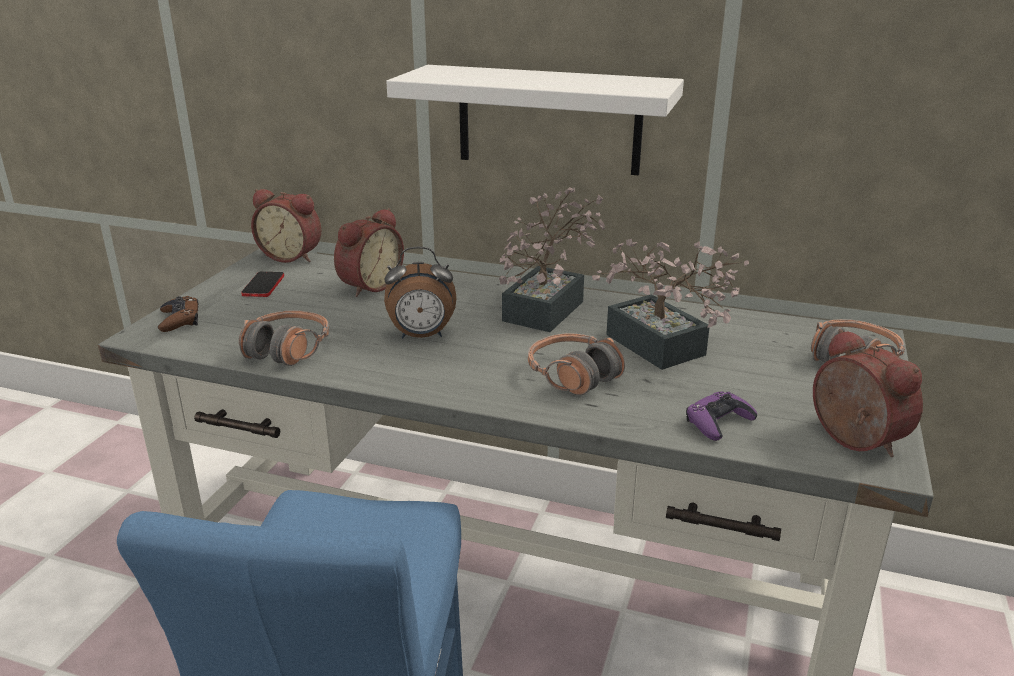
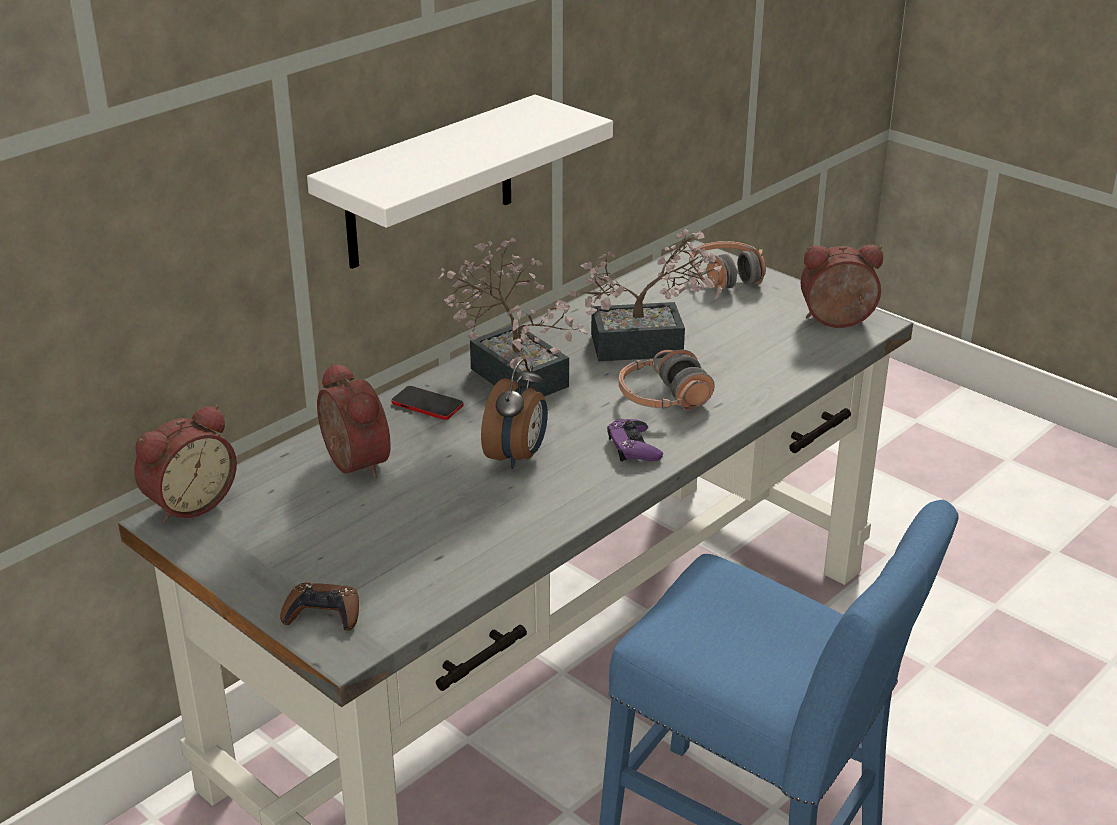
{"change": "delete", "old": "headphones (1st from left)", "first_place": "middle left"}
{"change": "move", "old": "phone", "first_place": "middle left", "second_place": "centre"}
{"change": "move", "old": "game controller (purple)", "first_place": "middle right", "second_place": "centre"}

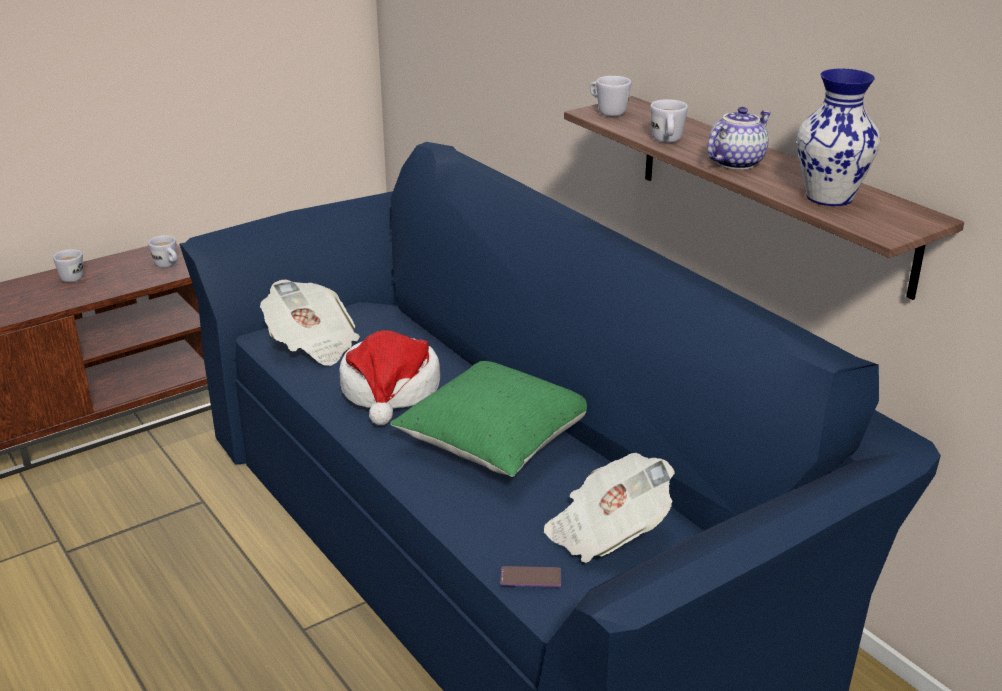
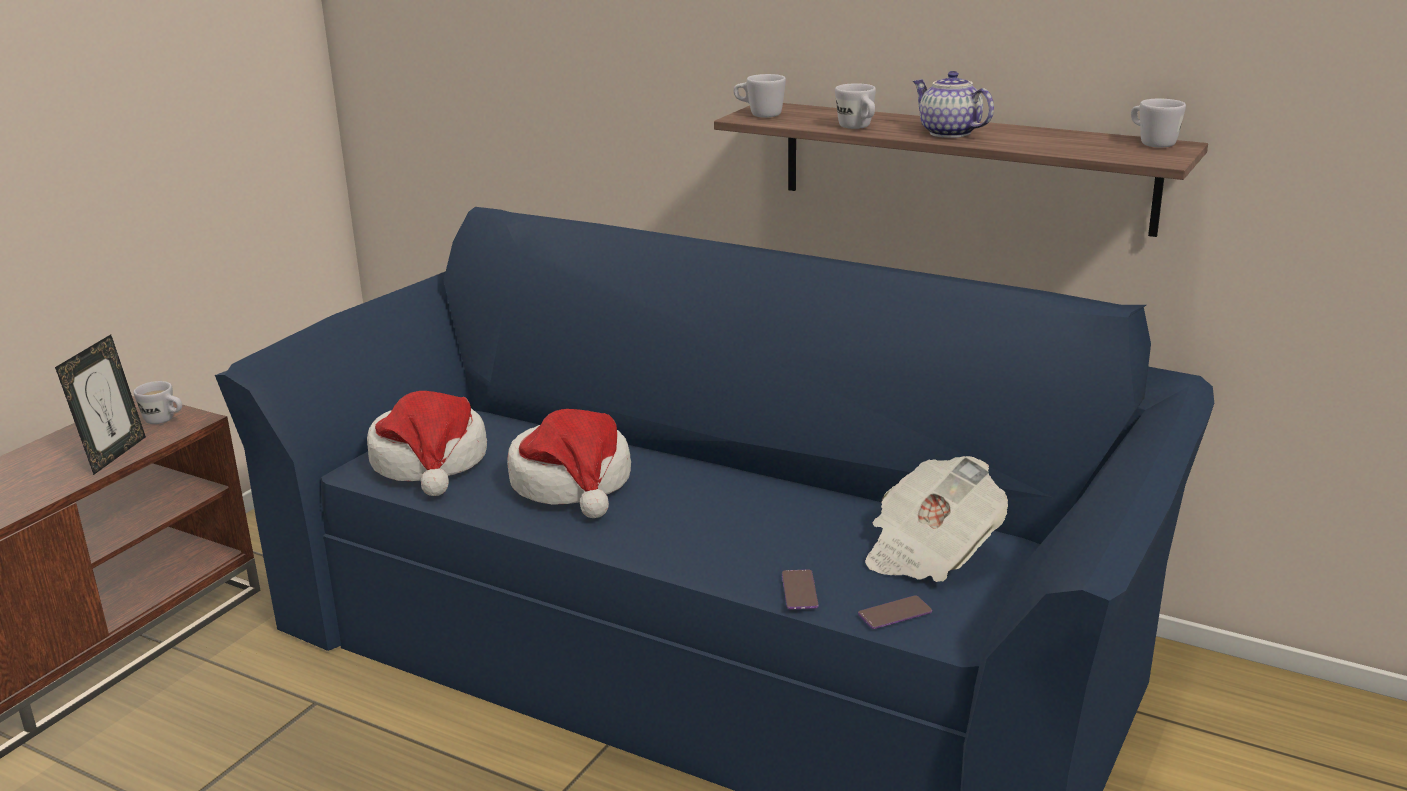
{"change": "delete", "old": "pillow (green)", "first_place": "centre"}
{"change": "delete", "old": "vase", "first_place": "top right"}
{"change": "insert", "new": "picture frame", "second_place": "middle left"}
{"change": "insert", "new": "phone (1st from left)", "second_place": "bottom centre"}
{"change": "move", "old": "mug (white) (1st from left in the first image)", "new": "mug (white) (4th from left)", "first_place": "middle left", "second_place": "top right"}
{"change": "replace", "old": "newspaper (1st from left)", "new": "hat (1st from left)", "first_place": "middle left", "second_place": "middle left"}
{"change": "rotate", "old": "teapot", "first_place": "top right", "second_place": "top right", "degrees": -60}

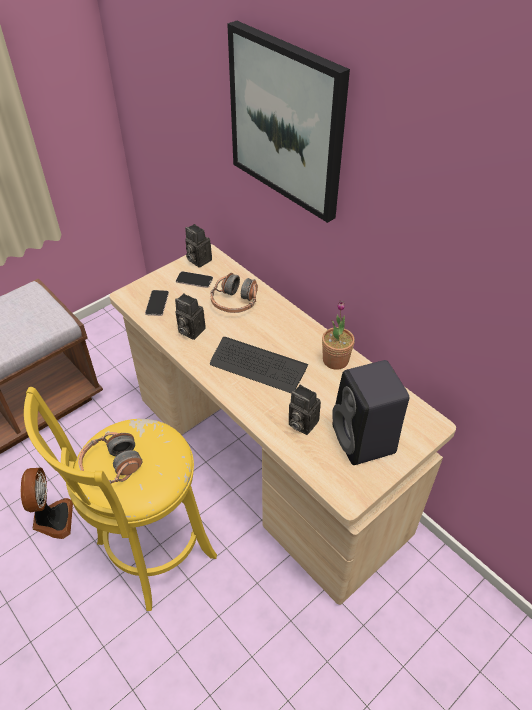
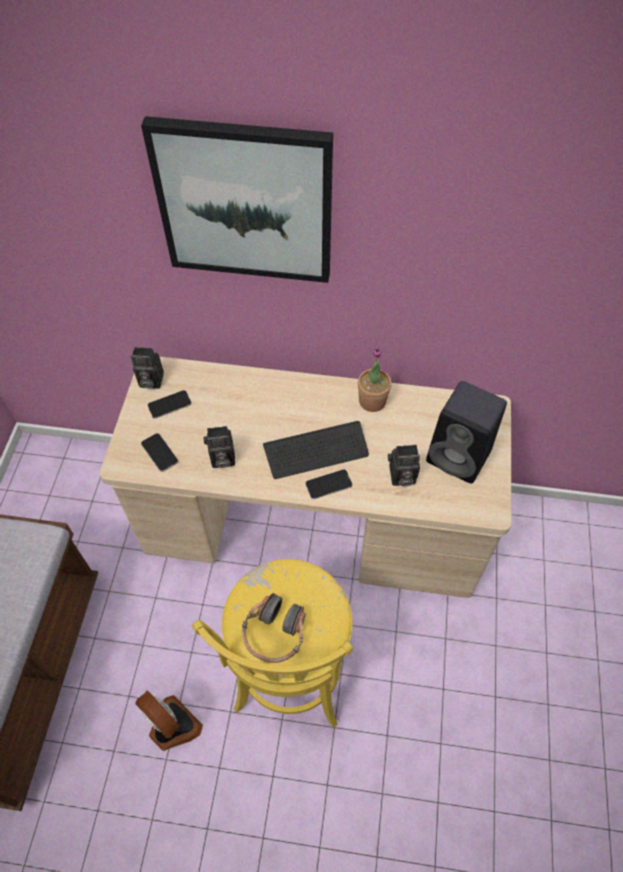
{"change": "delete", "old": "headphones (2nd from left)", "first_place": "centre"}
{"change": "insert", "new": "phone (3rd from left)", "second_place": "centre"}

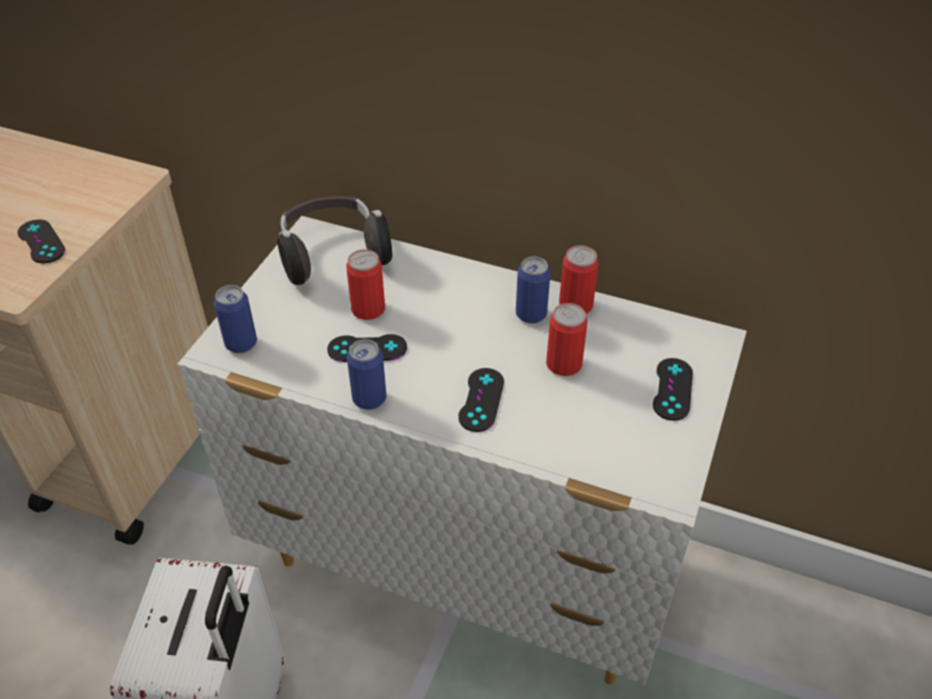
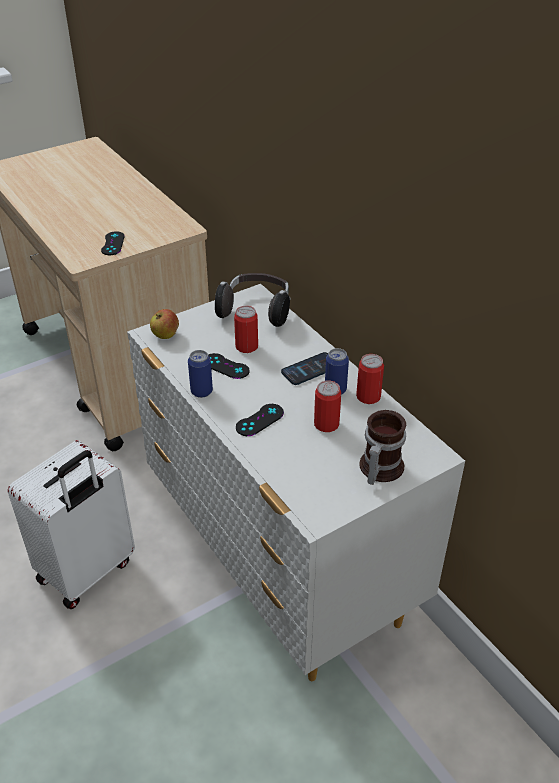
{"change": "insert", "new": "phone", "second_place": "centre"}
{"change": "replace", "old": "can (1st from left)", "new": "apple", "first_place": "middle left", "second_place": "middle left"}
{"change": "replace", "old": "game controller (black) (4th from left)", "new": "mug", "first_place": "middle right", "second_place": "middle right"}

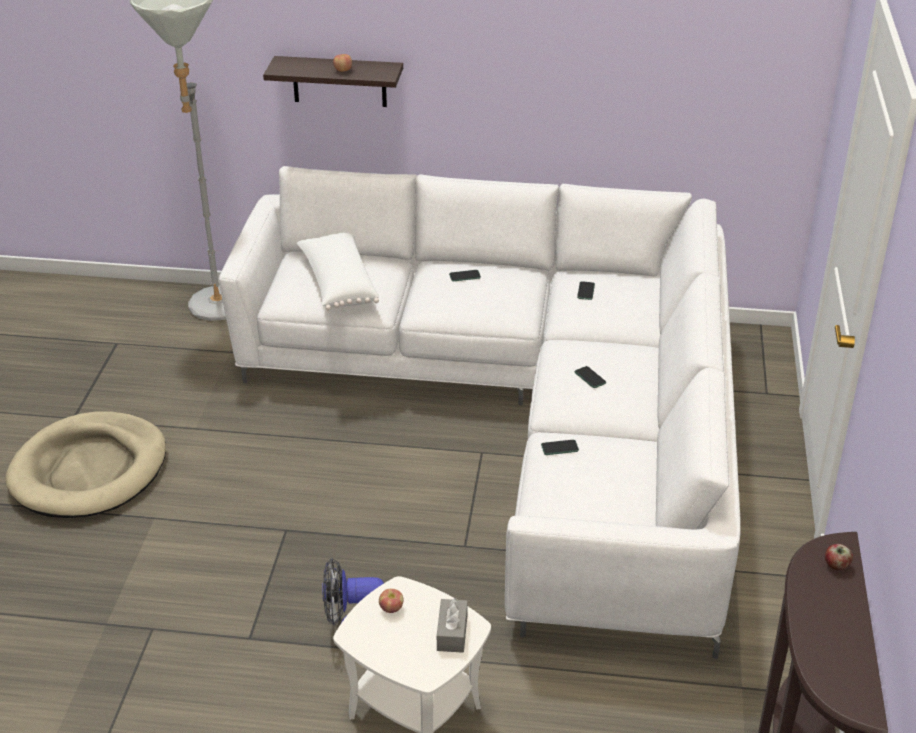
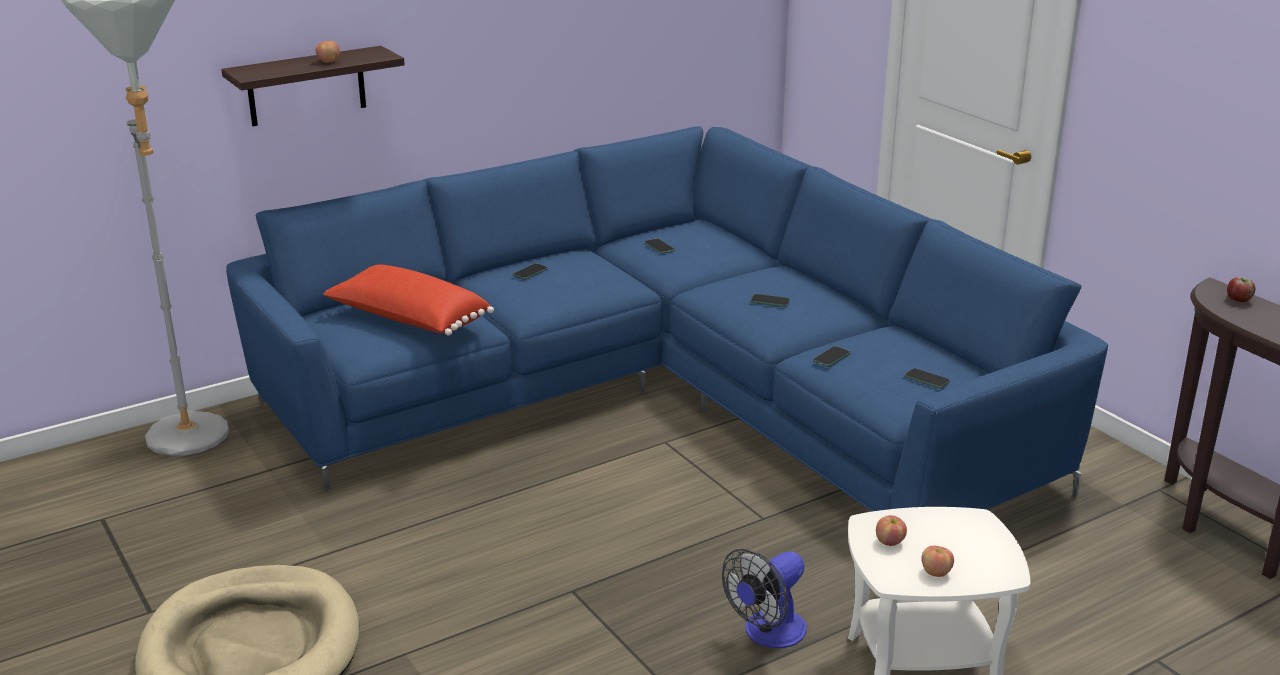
{"change": "delete", "old": "tissue box (grey)", "first_place": "bottom centre"}
{"change": "insert", "new": "phone (5th from left)", "second_place": "middle right"}
{"change": "insert", "new": "apple (3rd from left)", "second_place": "bottom right"}
{"change": "recolor", "old": "sofa (white)", "new": "sofa (blue)", "first_place": "centre", "second_place": "centre"}
{"change": "recolor", "old": "pillow (white)", "new": "pillow (red)", "first_place": "centre", "second_place": "middle left"}

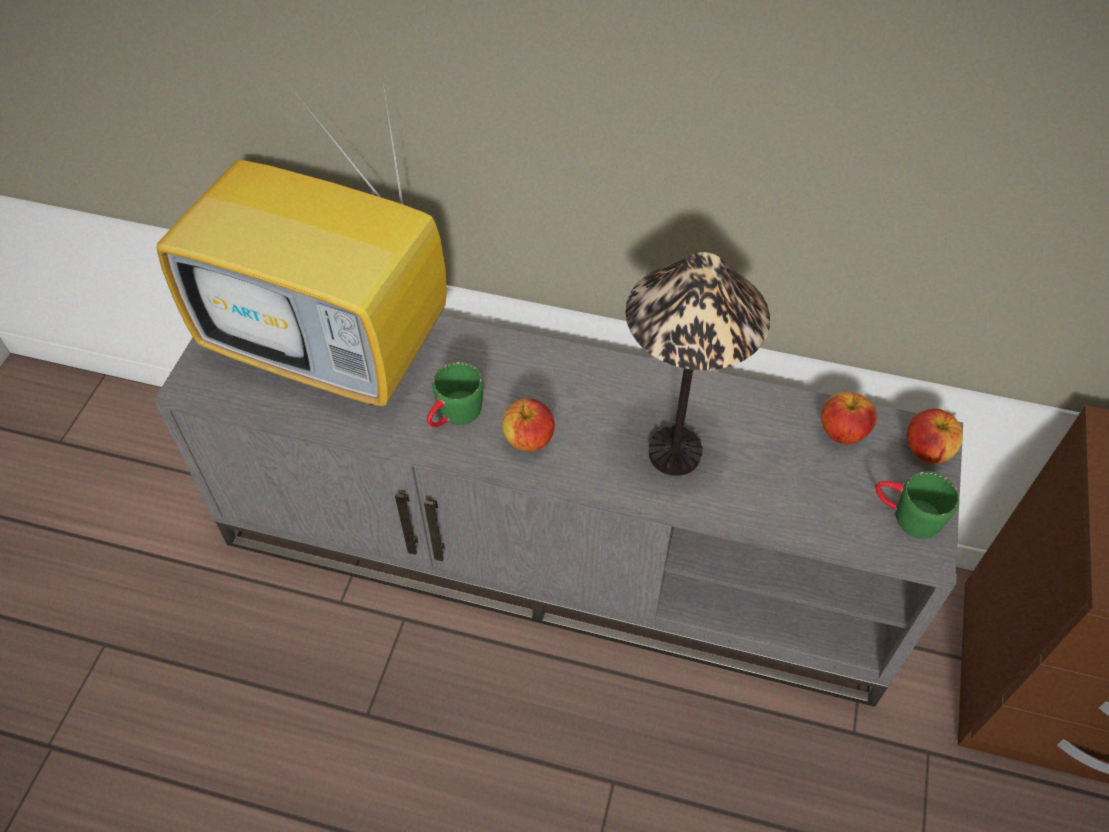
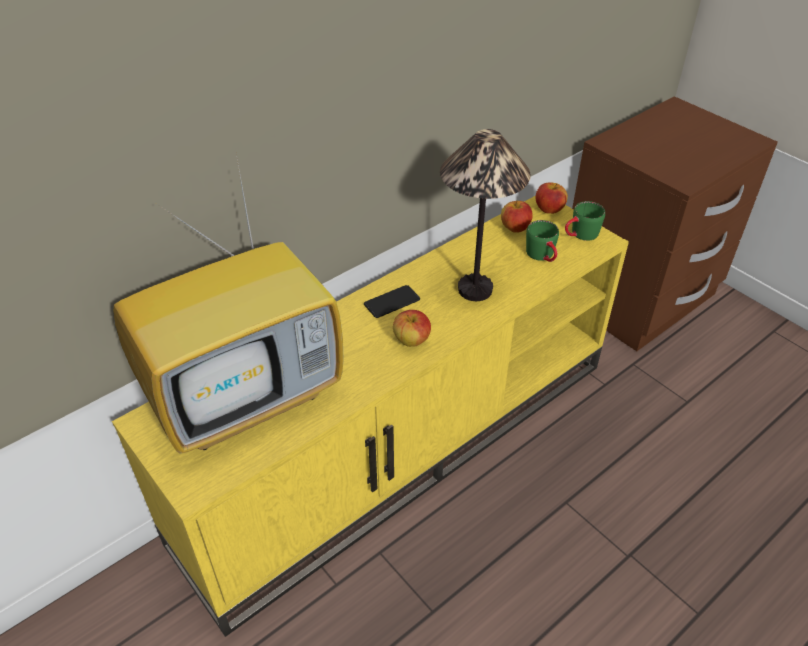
{"change": "insert", "new": "phone", "second_place": "centre"}
{"change": "move", "old": "mug (green) (1st from left)", "first_place": "centre", "second_place": "middle right"}
{"change": "recolor", "old": "tv stand (grey)", "new": "tv stand (yellow)", "first_place": "centre", "second_place": "centre"}

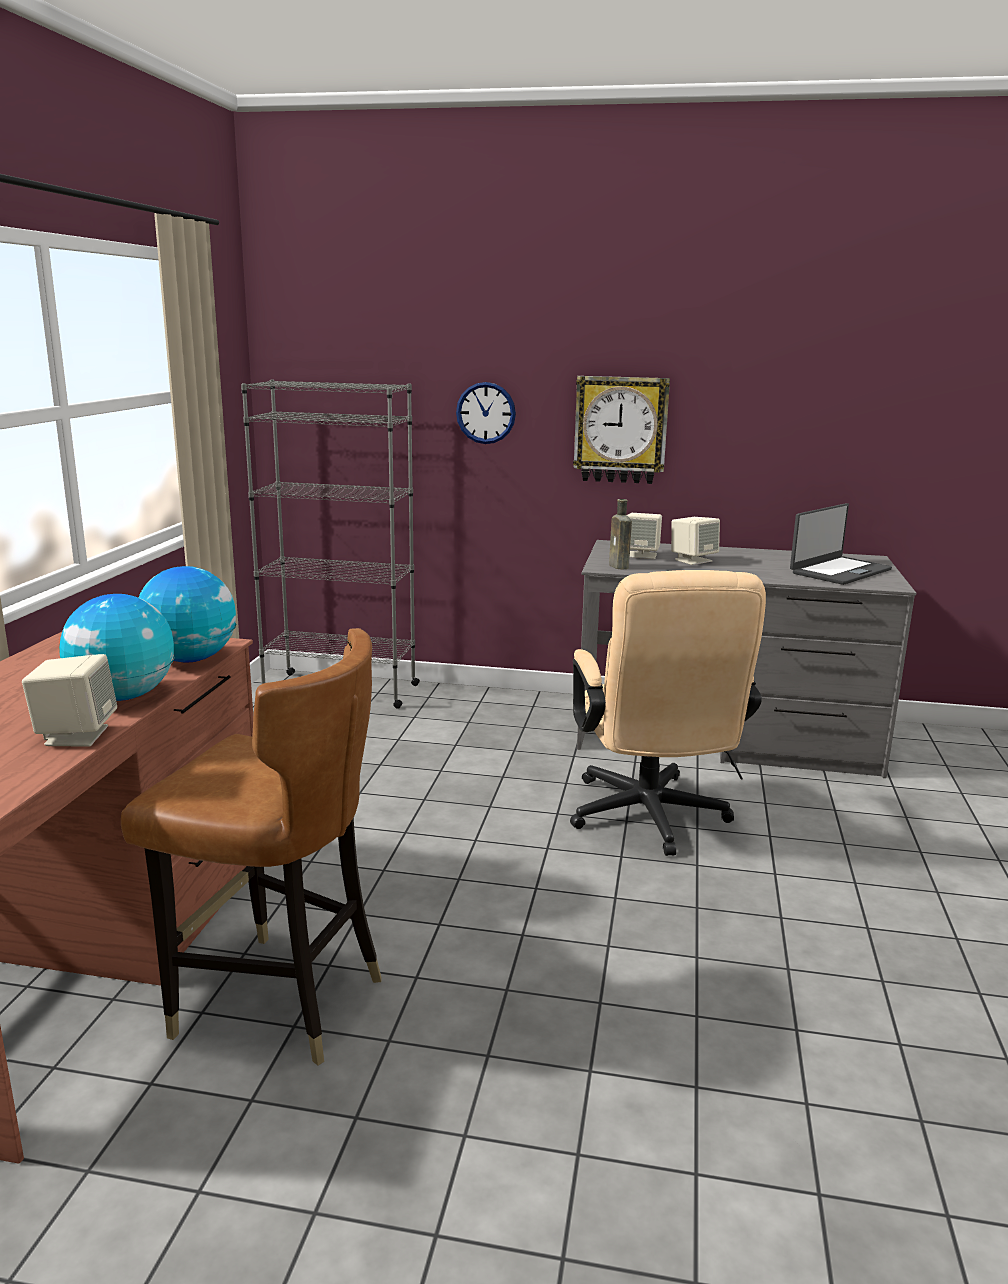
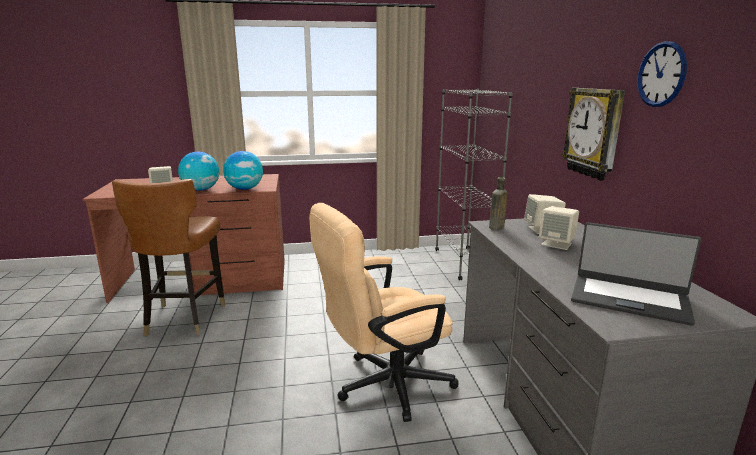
{"change": "move", "old": "wall clock (1st from left in the first image)", "new": "wall clock (2nd from left)", "first_place": "top centre", "second_place": "top right"}

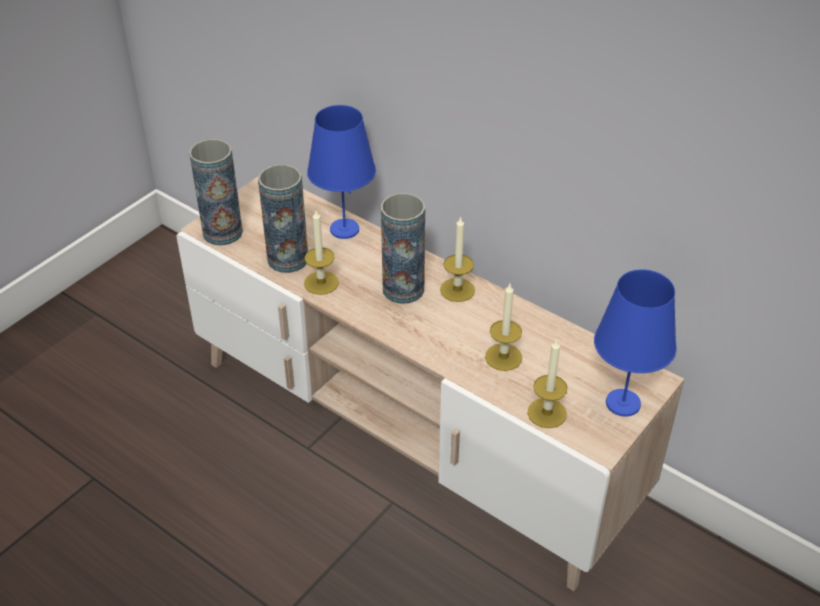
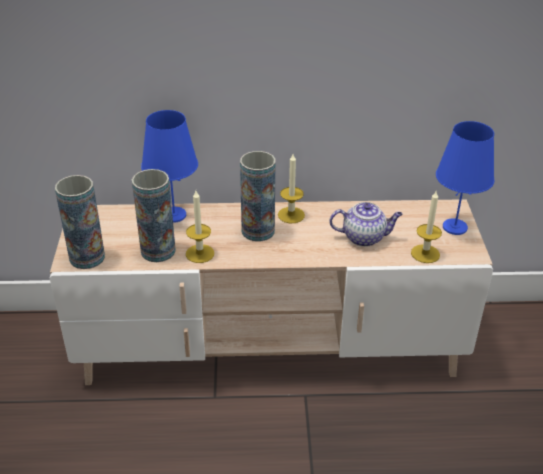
{"change": "replace", "old": "candle (3rd from left)", "new": "teapot", "first_place": "centre", "second_place": "middle right"}

